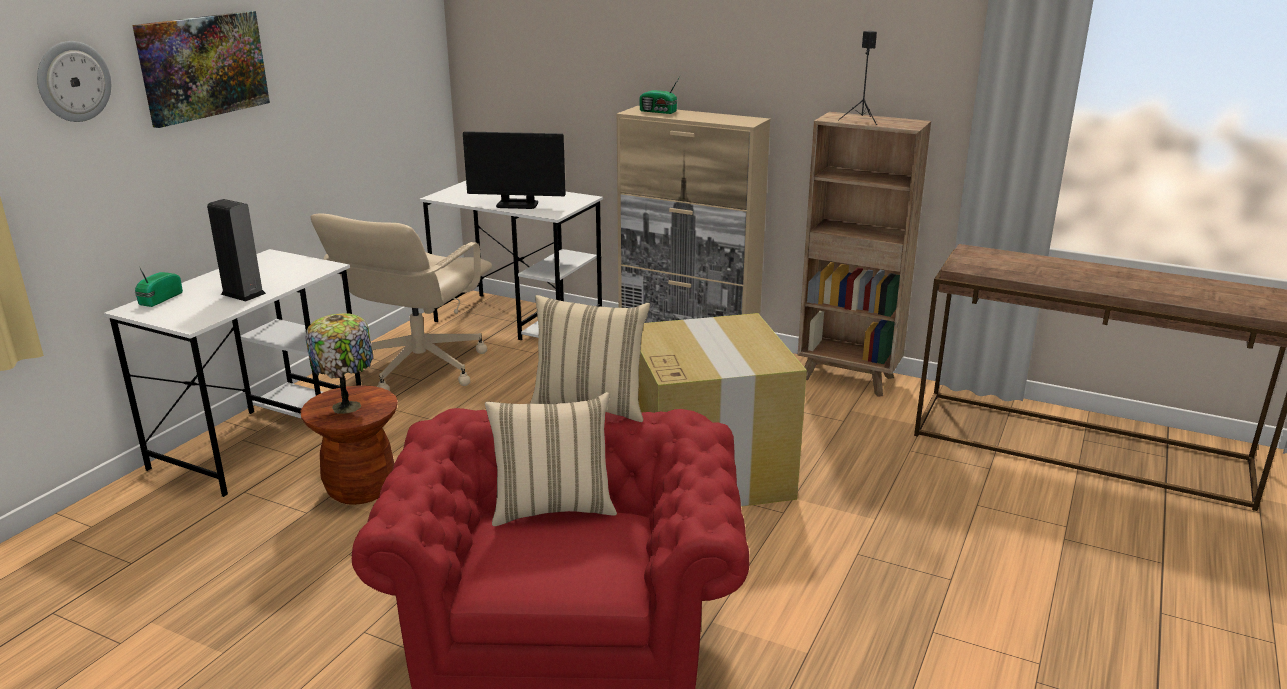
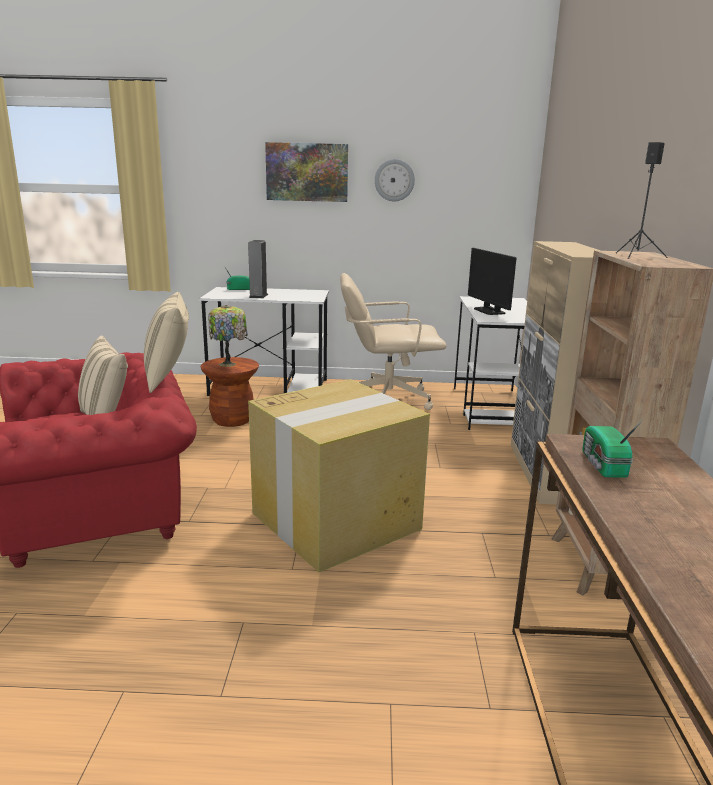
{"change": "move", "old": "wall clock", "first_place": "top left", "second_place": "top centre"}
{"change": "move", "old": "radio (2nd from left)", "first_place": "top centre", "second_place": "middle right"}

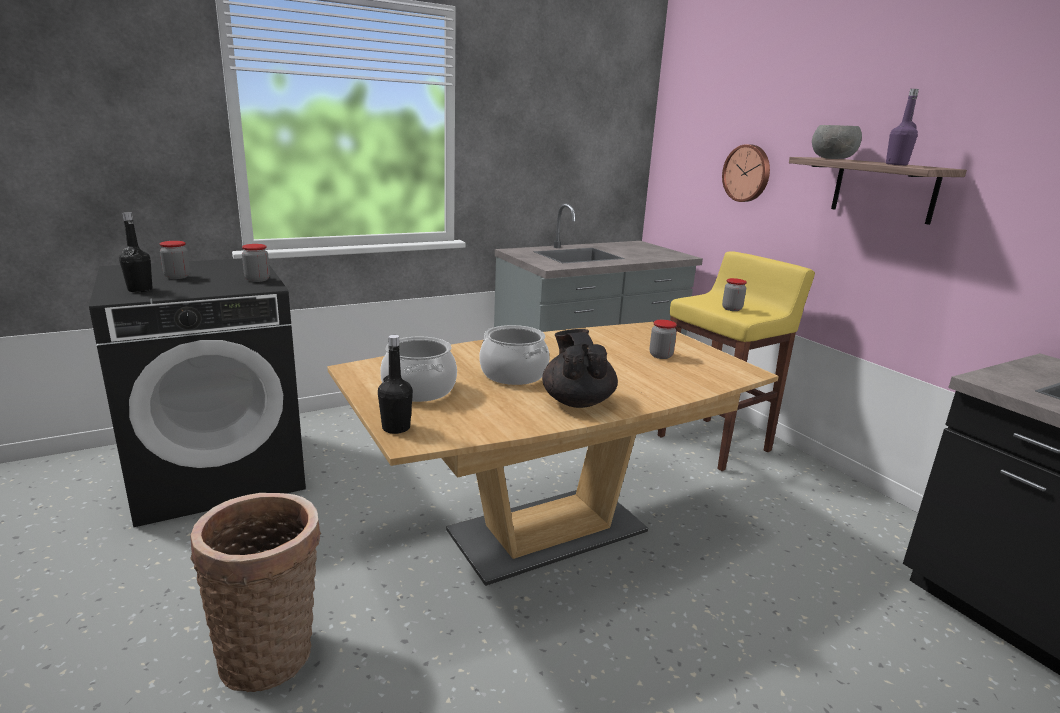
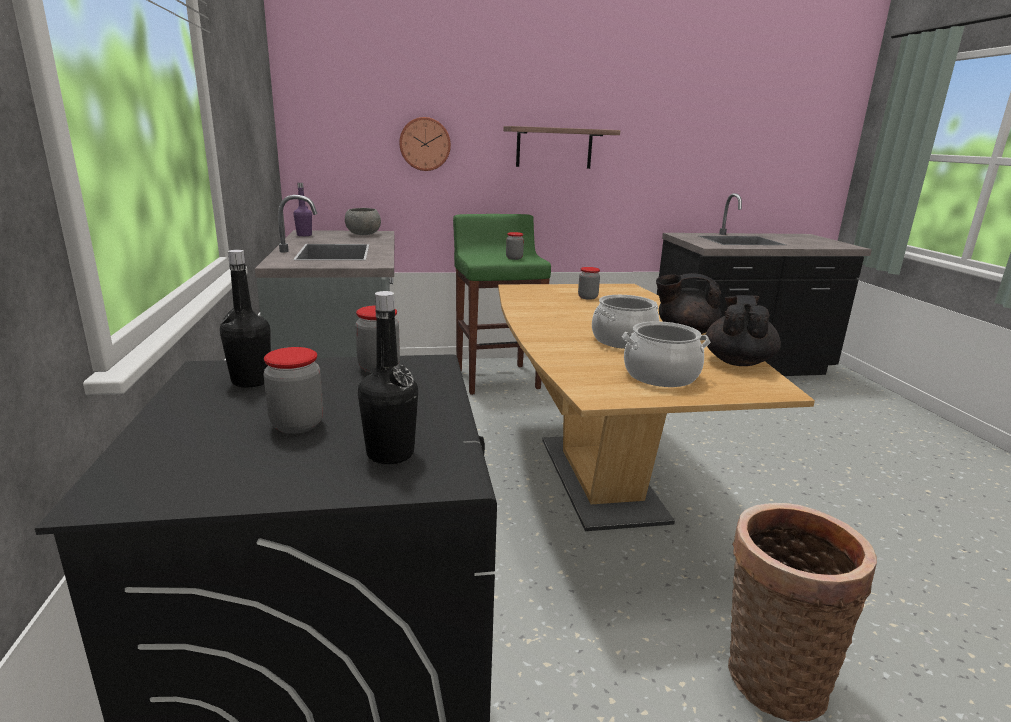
{"change": "insert", "new": "teapot (black) (2nd from left)", "second_place": "middle right"}
{"change": "move", "old": "bottle (black) (2nd from left in the first image)", "new": "bottle (black) (1st from left)", "first_place": "centre", "second_place": "middle left"}
{"change": "move", "old": "bowl (grey)", "first_place": "top right", "second_place": "top centre"}
{"change": "move", "old": "bottle (purple)", "first_place": "top right", "second_place": "top left"}
{"change": "recolor", "old": "stool (yellow)", "new": "stool (green)", "first_place": "middle right", "second_place": "centre"}

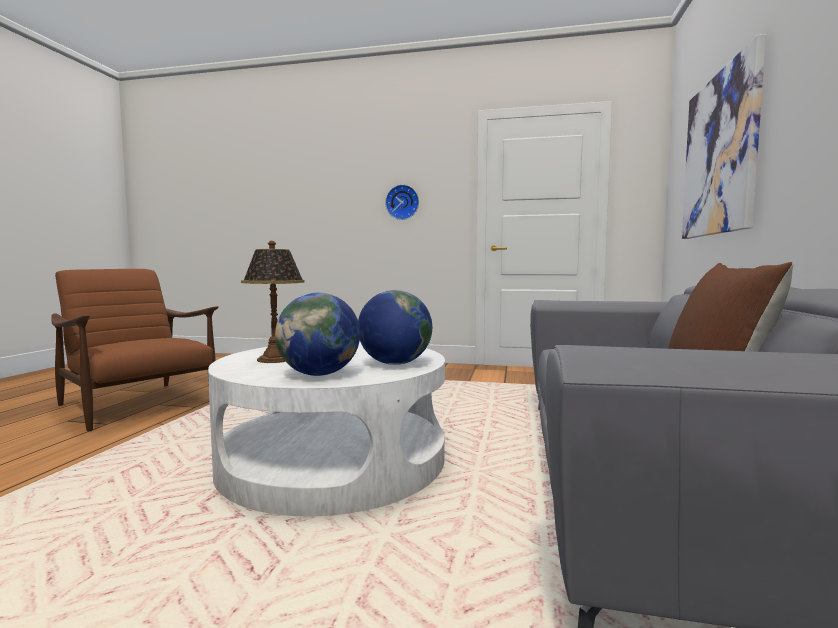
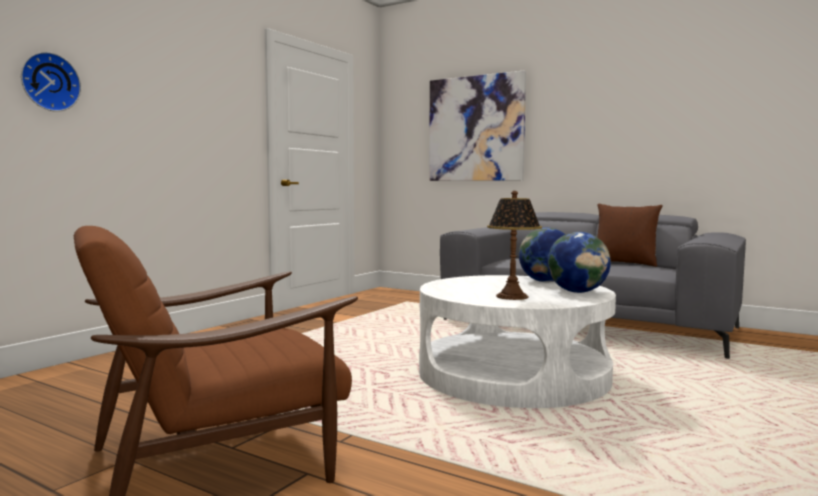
{"change": "move", "old": "wall clock", "first_place": "top centre", "second_place": "top left"}

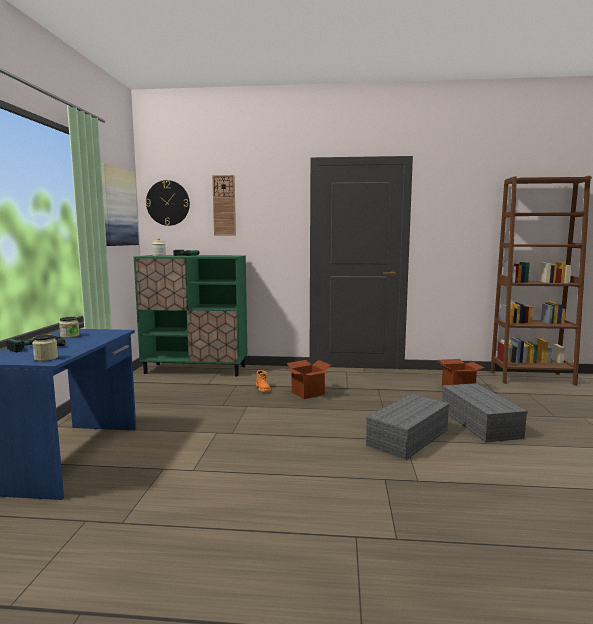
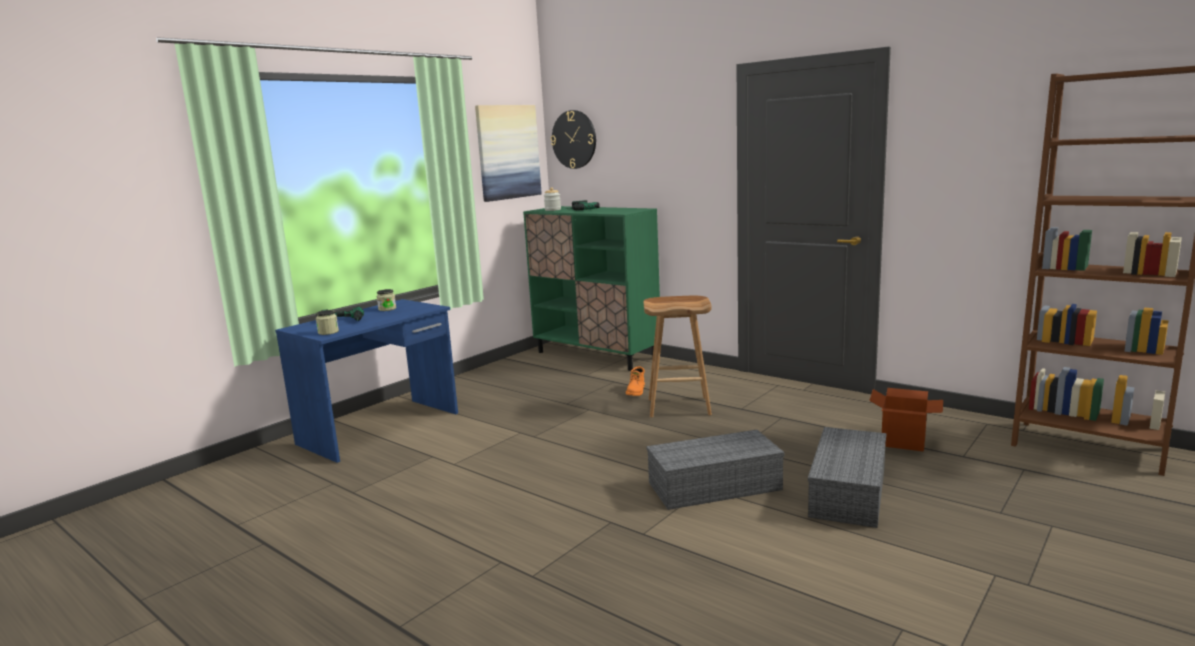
{"change": "delete", "old": "wall clock (2nd from left)", "first_place": "top centre"}
{"change": "replace", "old": "cardboard box (1st from left)", "new": "stool (brown)", "first_place": "centre", "second_place": "centre"}

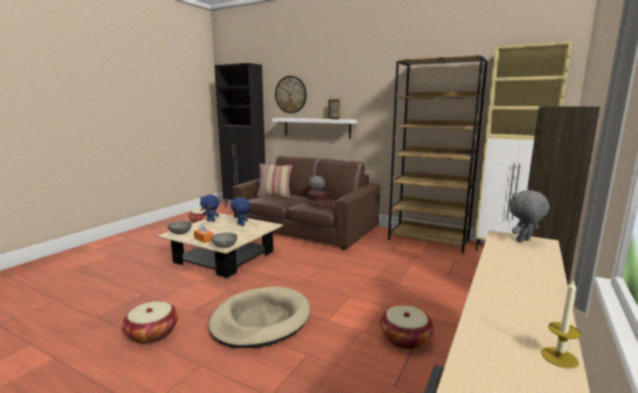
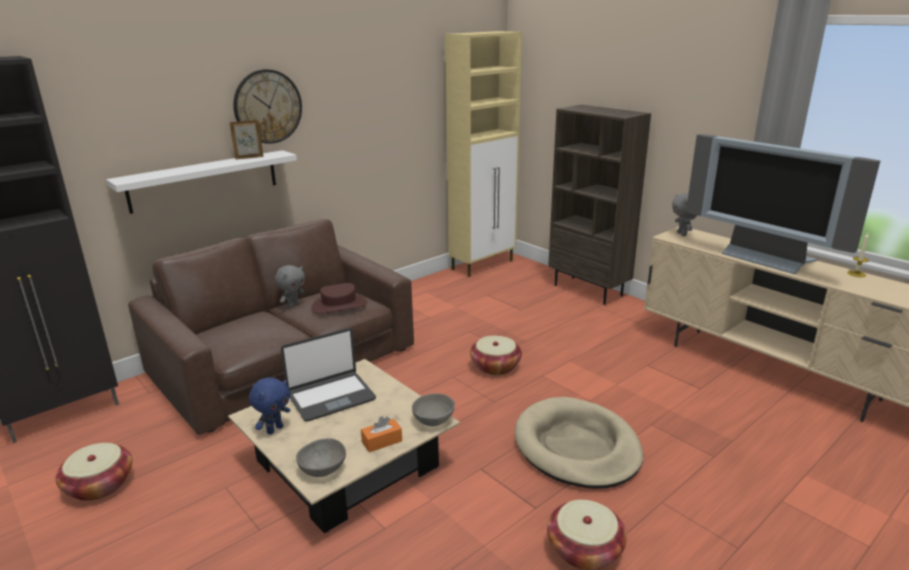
{"change": "delete", "old": "pillow", "first_place": "centre"}
{"change": "delete", "old": "bookcase (brown) (1st from left)", "first_place": "middle right"}
{"change": "insert", "new": "television", "second_place": "middle right"}
{"change": "move", "old": "wall clock", "first_place": "top centre", "second_place": "top left"}
{"change": "move", "old": "basket (3rd from left in the first image)", "new": "basket (2nd from left)", "first_place": "bottom centre", "second_place": "centre"}
{"change": "replace", "old": "plush toy (blue) (2nd from left)", "new": "laptop", "first_place": "centre", "second_place": "centre"}

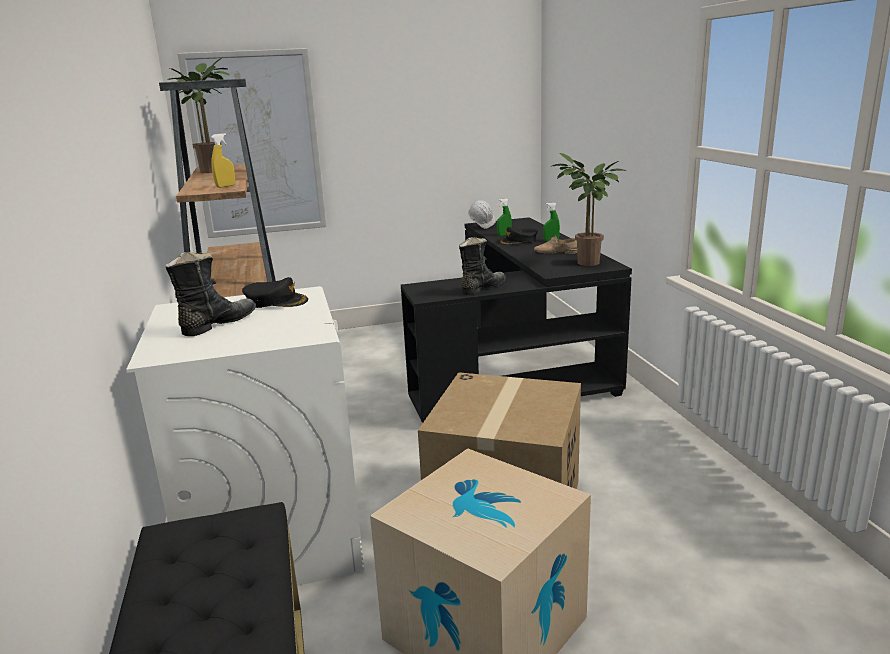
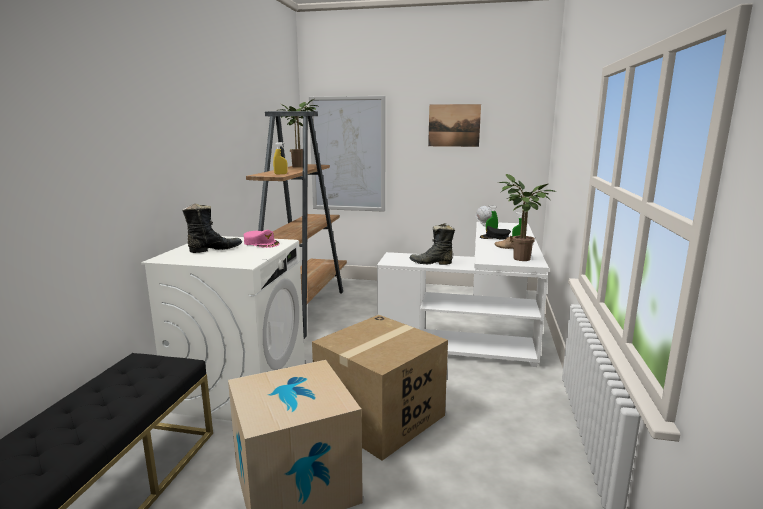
{"change": "insert", "new": "picture (2nd from left)", "second_place": "top centre"}
{"change": "recolor", "old": "cap (black) (1st from left)", "new": "cap (pink)", "first_place": "middle left", "second_place": "centre"}
{"change": "recolor", "old": "desk (black)", "new": "desk (white)", "first_place": "centre", "second_place": "centre"}
{"change": "rotate", "old": "boot (black) (2nd from left)", "first_place": "centre", "second_place": "centre", "degrees": -150}

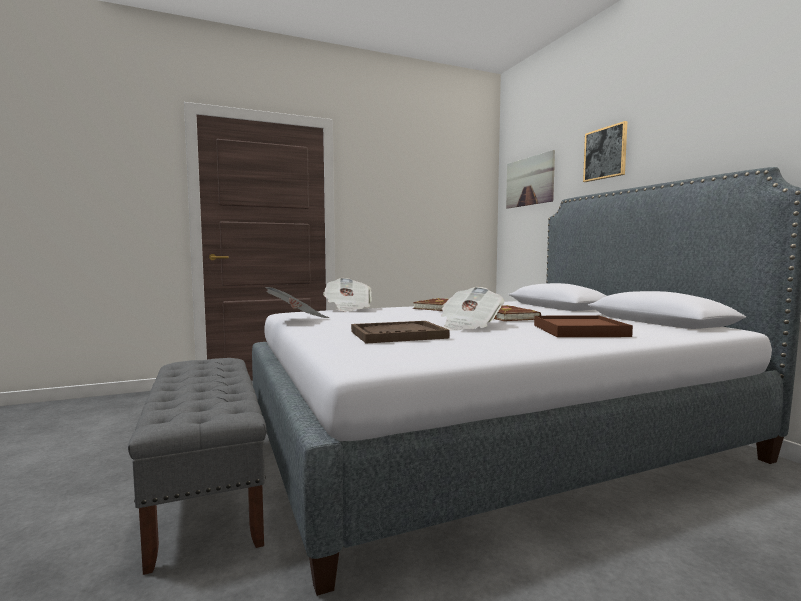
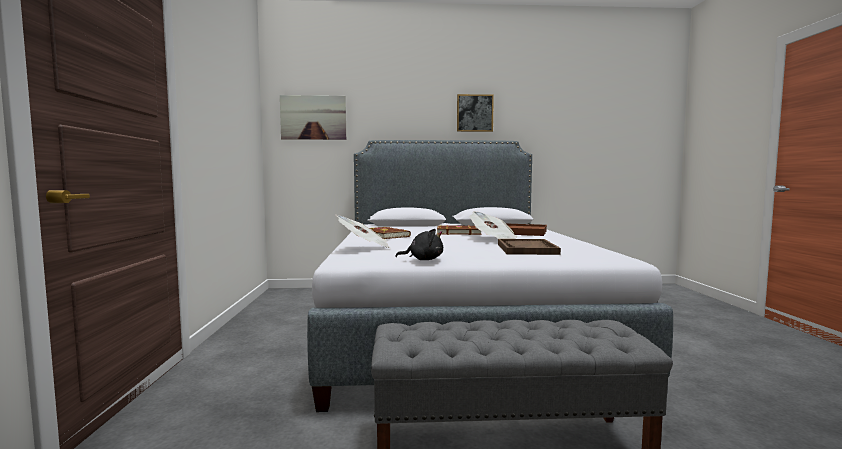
{"change": "move", "old": "picture (2nd from left)", "first_place": "top right", "second_place": "top centre"}
{"change": "replace", "old": "newspaper (1st from left)", "new": "plush toy (black)", "first_place": "centre", "second_place": "centre"}

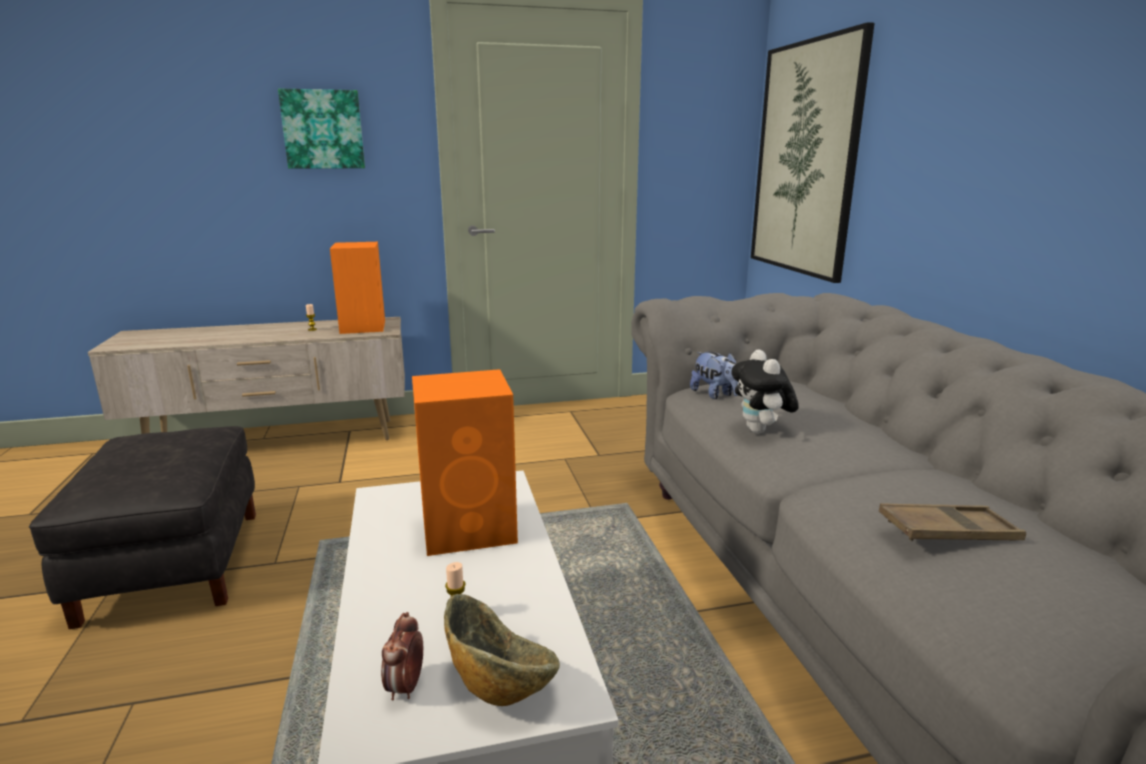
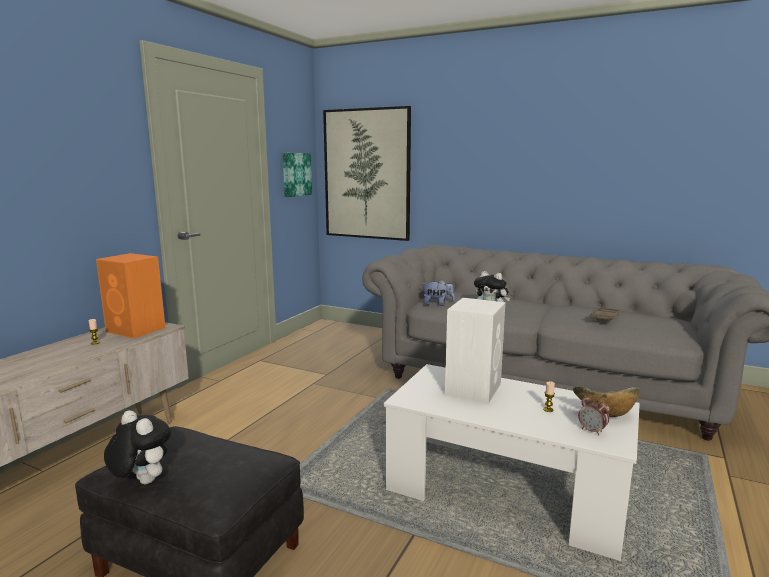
{"change": "insert", "new": "plush toy (1st from left)", "second_place": "bottom left"}
{"change": "move", "old": "picture (1st from left)", "first_place": "top left", "second_place": "top centre"}
{"change": "recolor", "old": "speaker (orange) (2nd from left)", "new": "speaker (white)", "first_place": "centre", "second_place": "centre"}

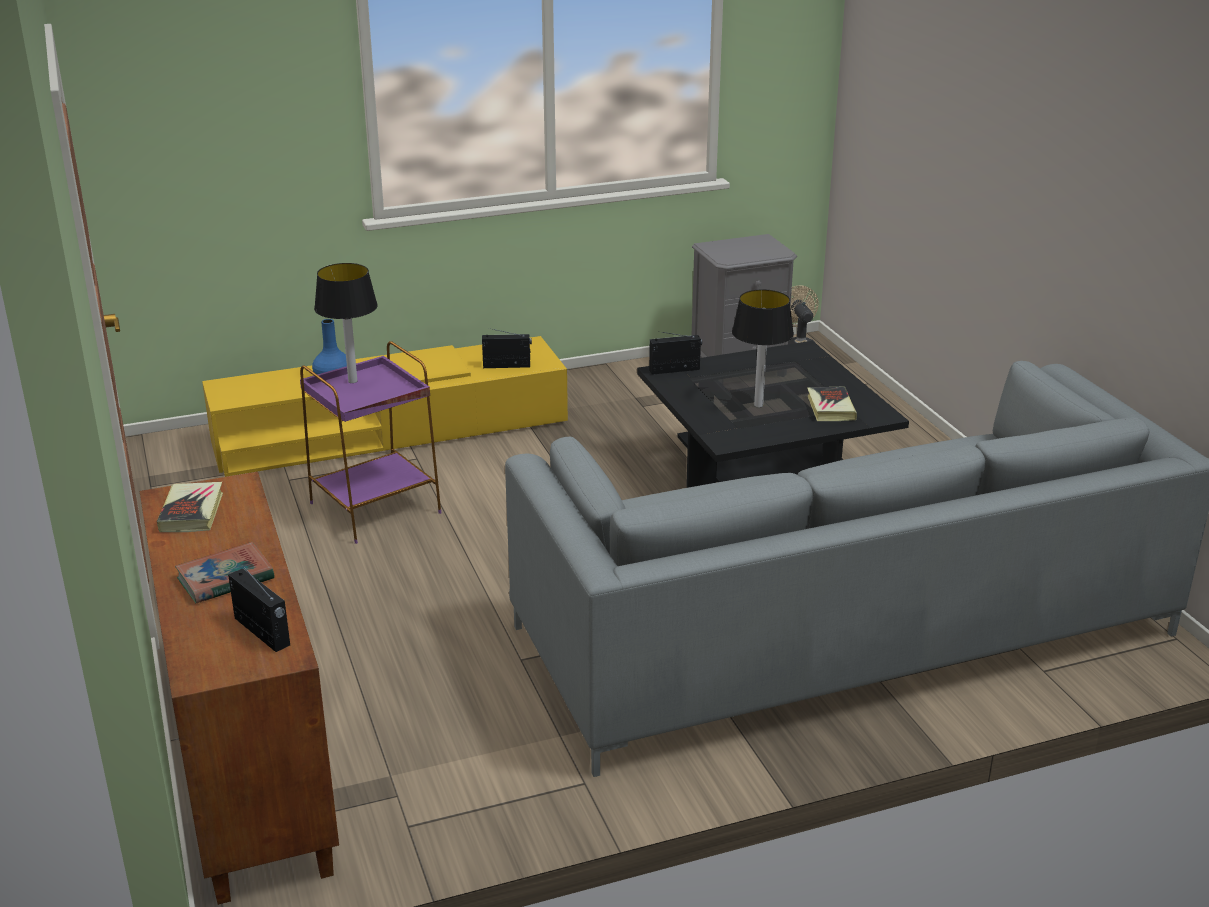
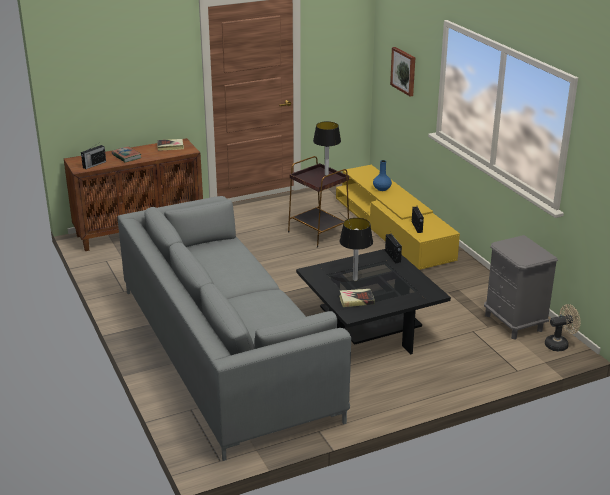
{"change": "insert", "new": "picture", "second_place": "top centre"}
{"change": "recolor", "old": "side table (purple)", "new": "side table (brown)", "first_place": "middle left", "second_place": "centre"}

